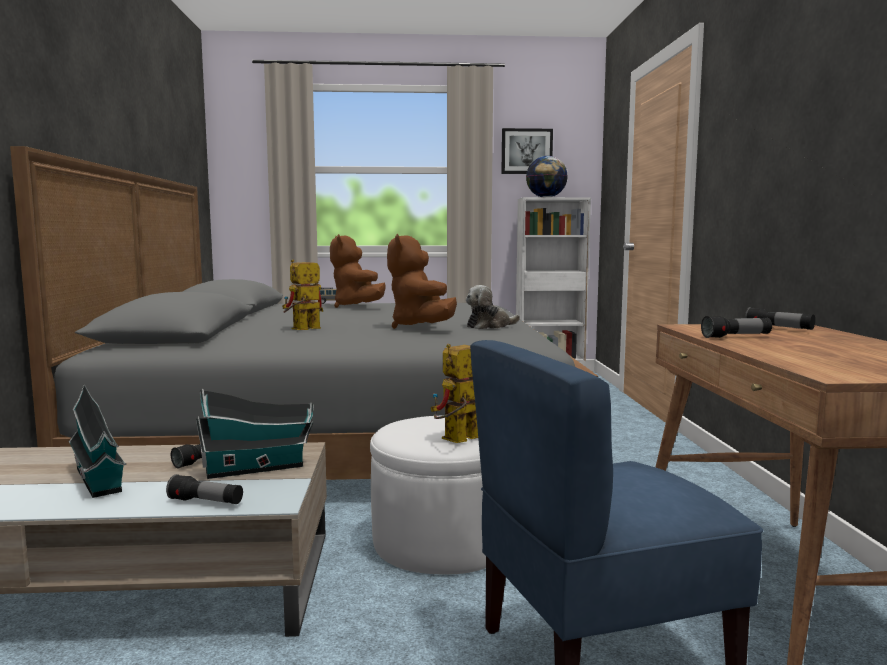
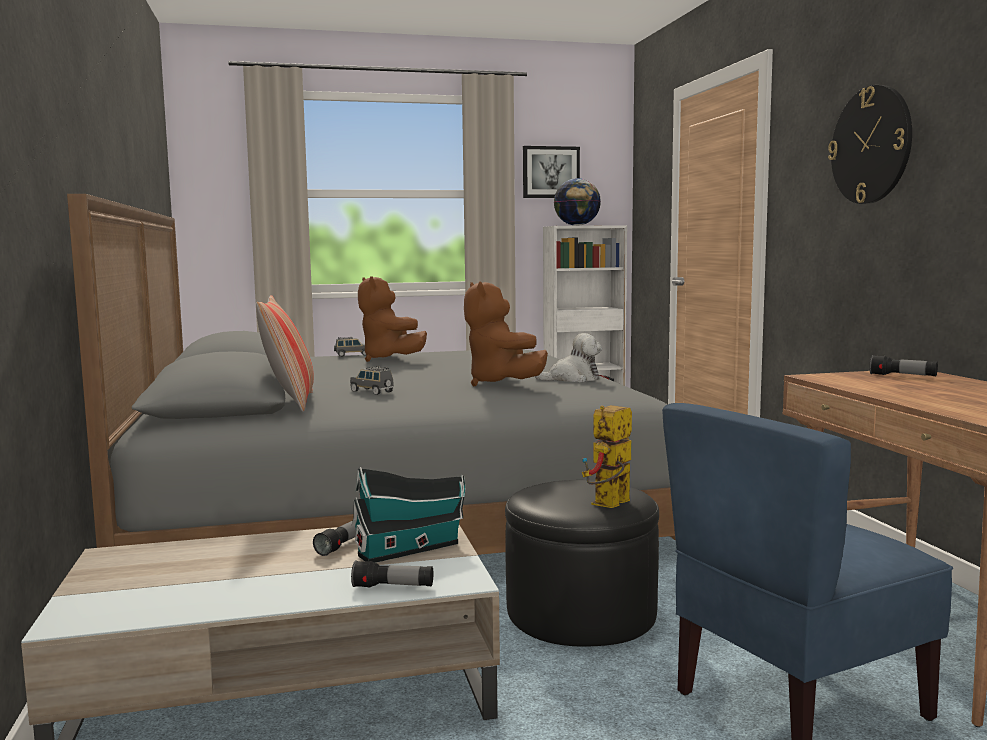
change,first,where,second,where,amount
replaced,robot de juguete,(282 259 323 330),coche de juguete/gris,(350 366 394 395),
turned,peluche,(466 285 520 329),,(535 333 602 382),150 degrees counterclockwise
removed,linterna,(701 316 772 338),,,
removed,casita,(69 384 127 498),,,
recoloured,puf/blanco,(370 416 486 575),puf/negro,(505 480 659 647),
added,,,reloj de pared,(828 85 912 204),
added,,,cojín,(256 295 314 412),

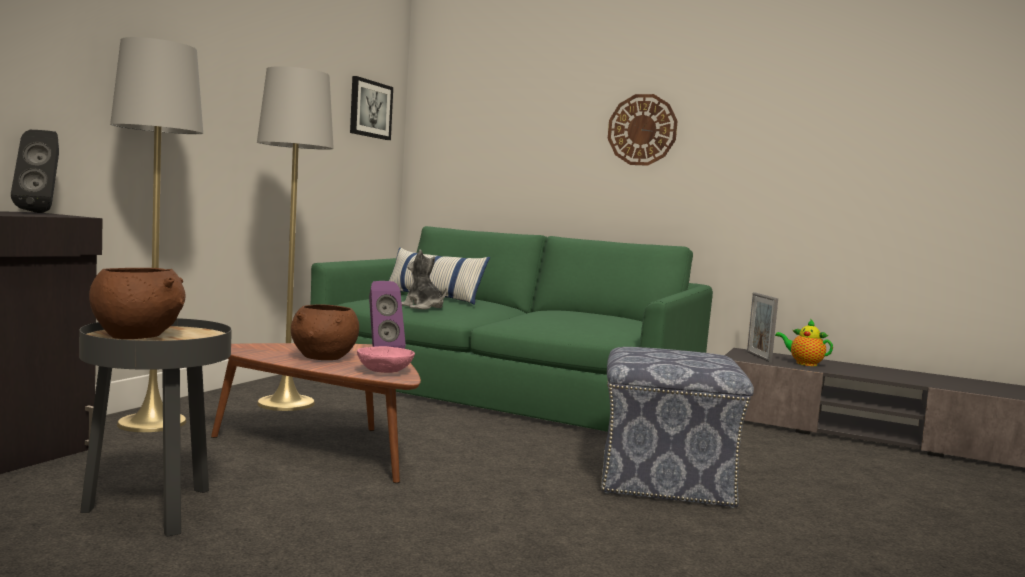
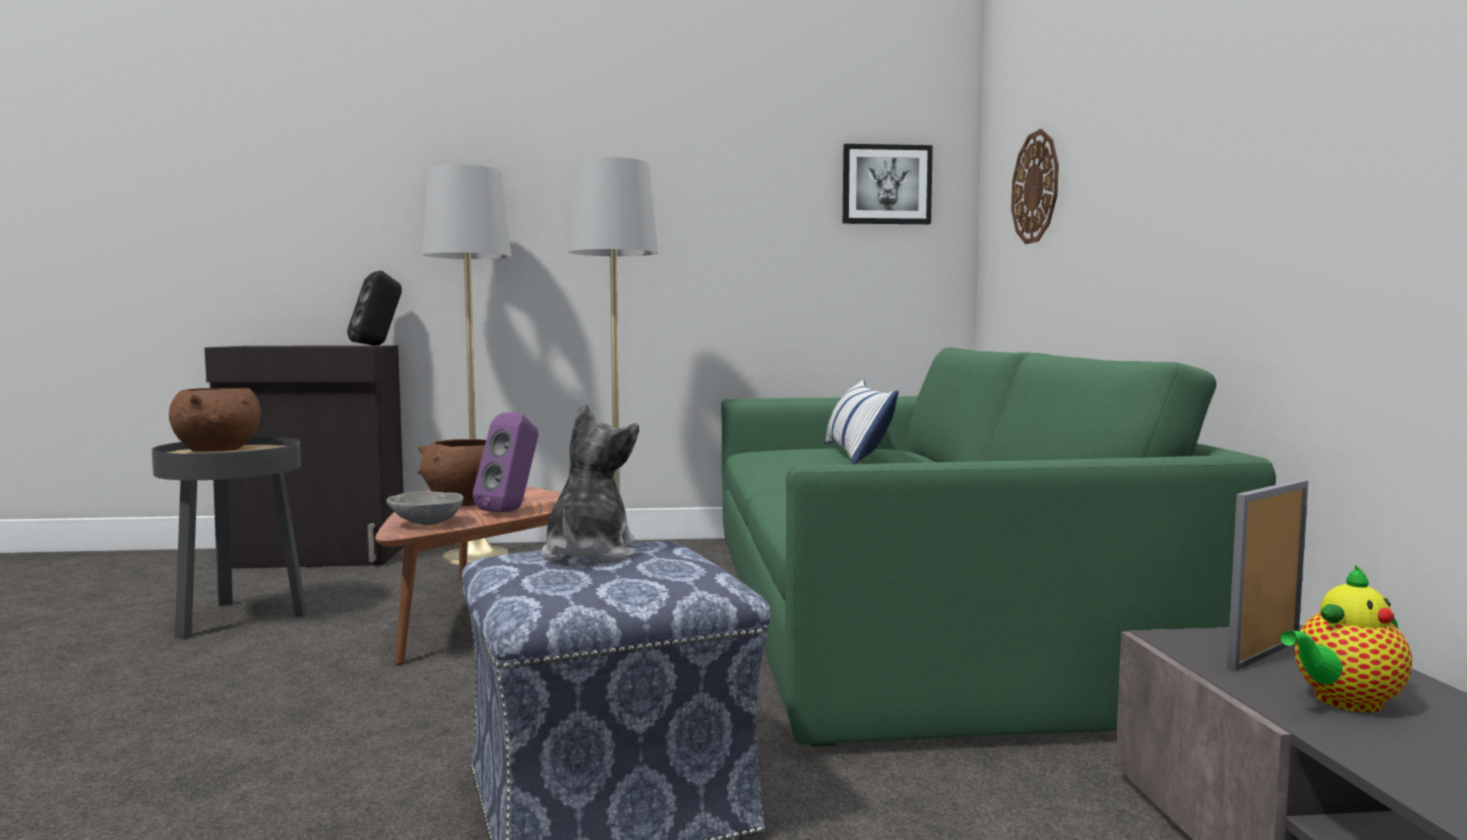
change,first,where,second,where,amount
moved,reloj de pared,(608 94 678 166),,(1011 129 1059 244),
moved,peluche,(402 249 447 309),,(541 403 639 563),
turned,tetera,(775 320 833 366),,(1280 565 1412 712),120 degrees counterclockwise
recoloured,cuenco/rosa,(357 346 415 373),cuenco/gris,(387 491 464 526),

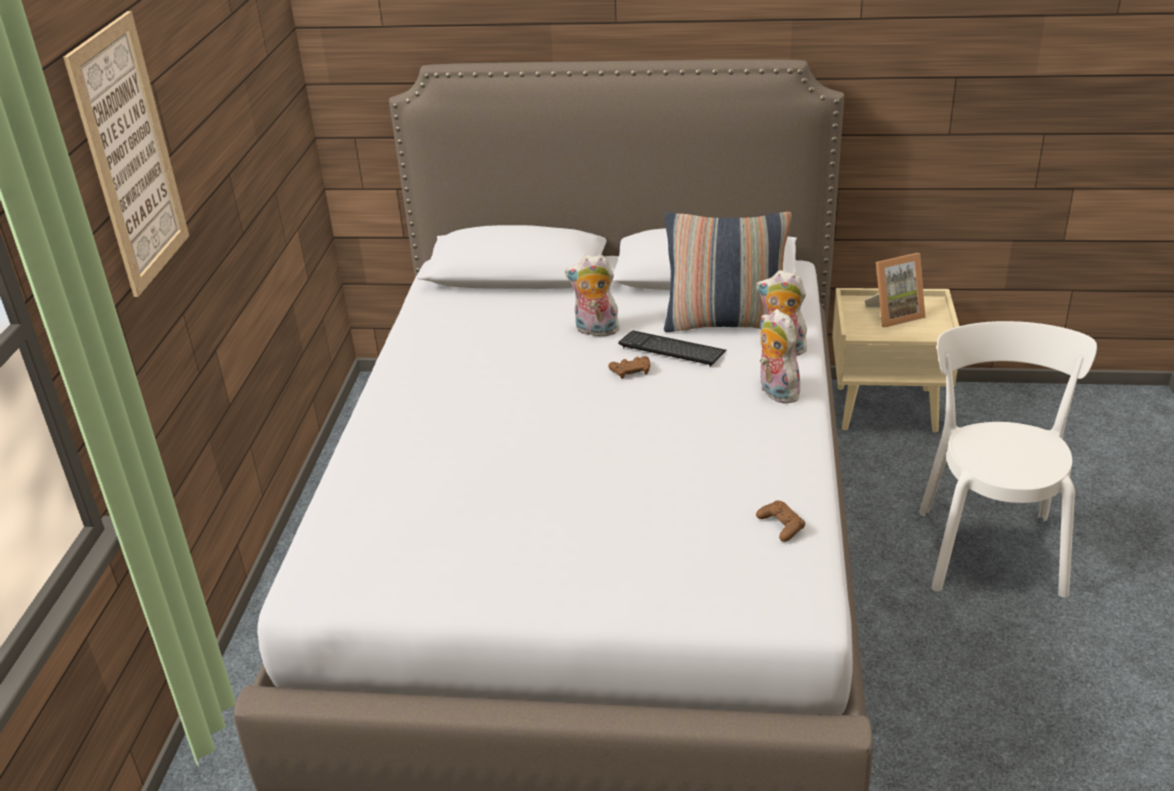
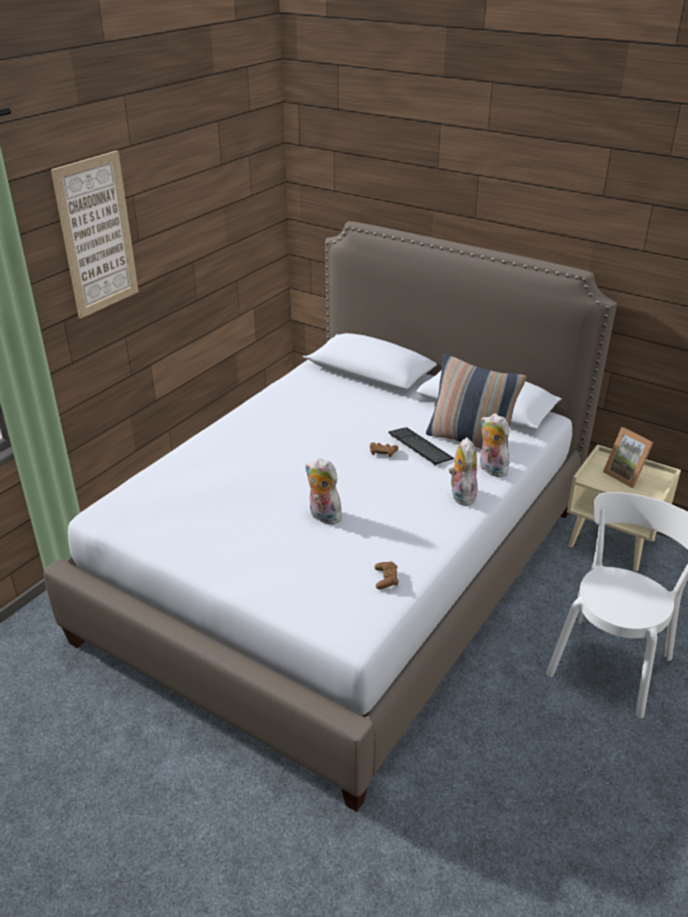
change,first,where,second,where,amount
turned,portarretratos,(865 253 926 328),,(603 427 654 488),45 degrees clockwise
moved,peluche,(565 254 619 336),,(305 458 342 524),

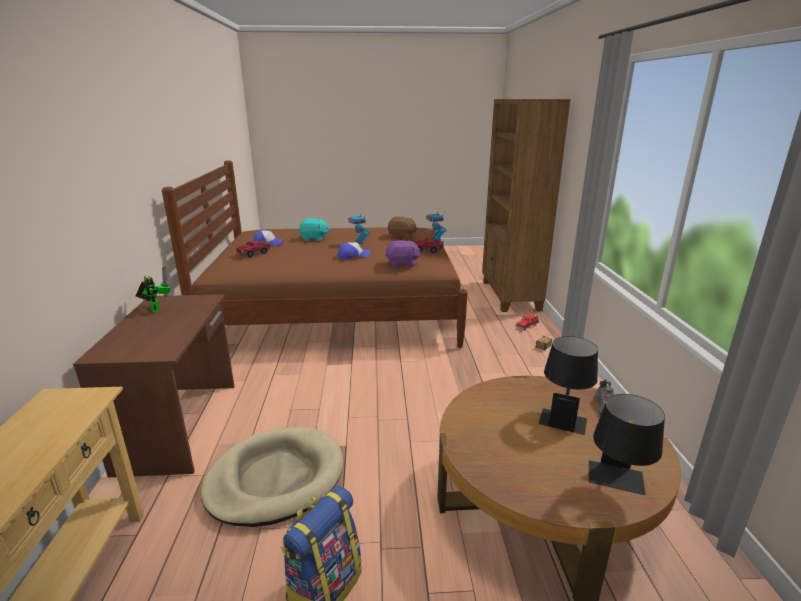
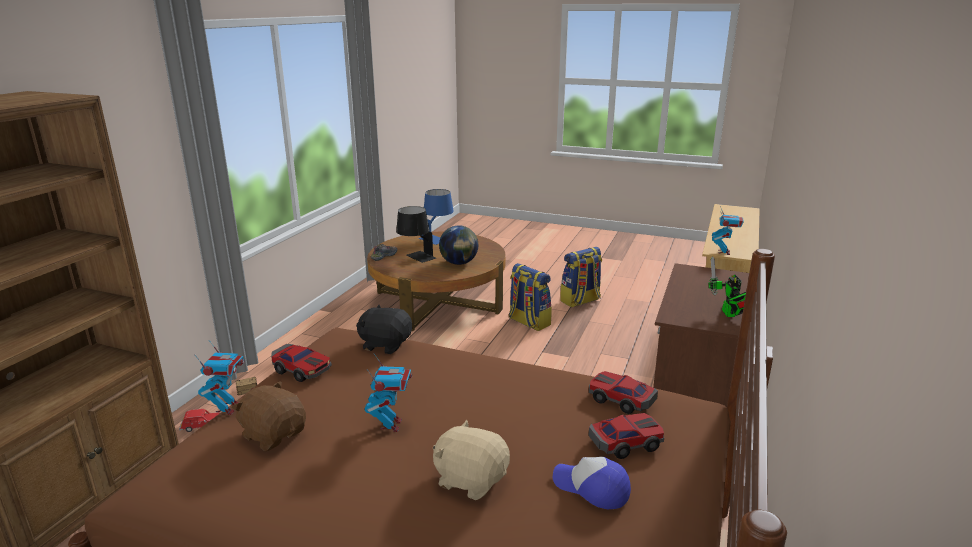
change,first,where,second,where,amount
recoloured,peluche/turquesa,(299 218 330 241),peluche/beis,(433 420 510 500),
recoloured,peluche/morado,(385 240 422 268),peluche/negro,(356 305 412 354),
removed,gorra,(338 242 370 259),,,
recoloured,lámpara de mesa/negro,(589 394 665 495),lámpara de mesa/azul,(419 189 454 245),
removed,cama para perro/beis,(201 427 343 527),,,
added,,,robot de juguete,(712 206 744 255),
added,,,globo terráqueo,(439 225 478 265),
added,,,mochila,(509 263 552 331),
added,,,coche de juguete,(589 371 658 414),

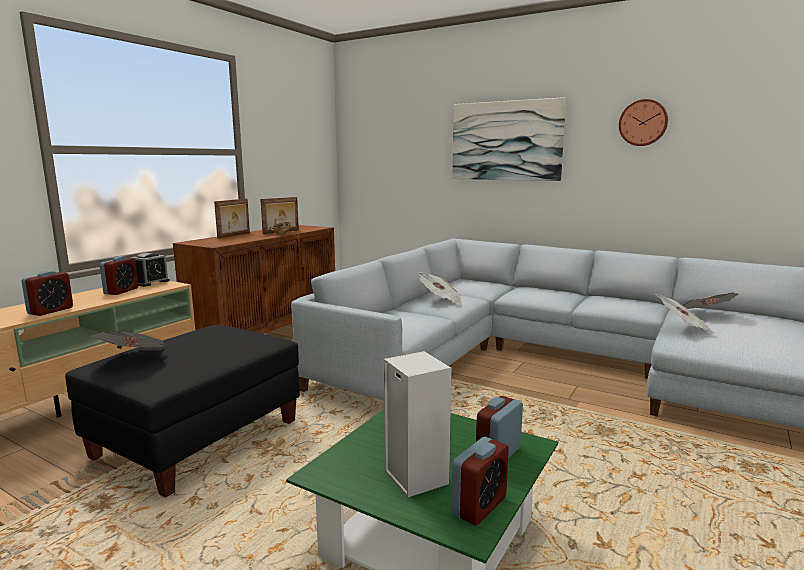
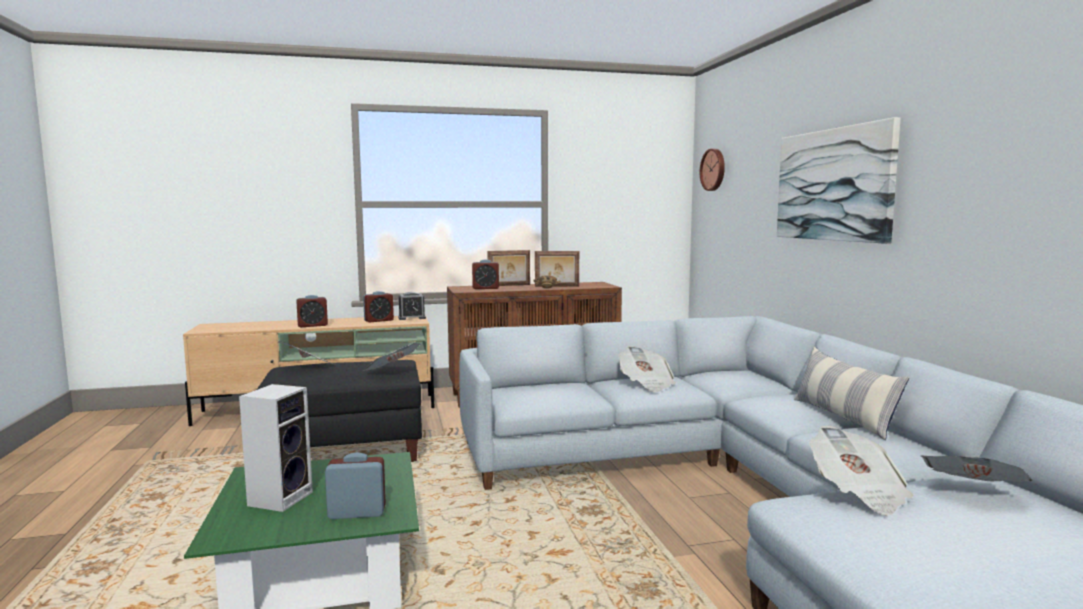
change,first,where,second,where,amount
moved,reloj de pared,(619 99 668 146),,(699 149 725 191),
moved,despertador,(451 437 509 525),,(472 259 499 289),
added,,,periódico,(363 343 421 371),
added,,,cojín,(794 347 909 440),

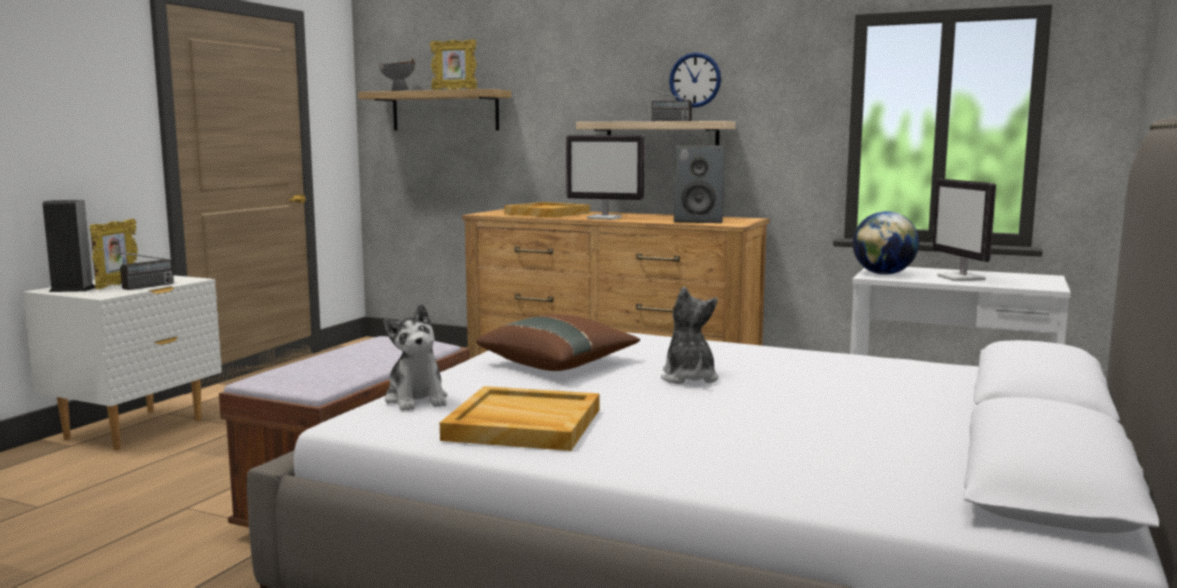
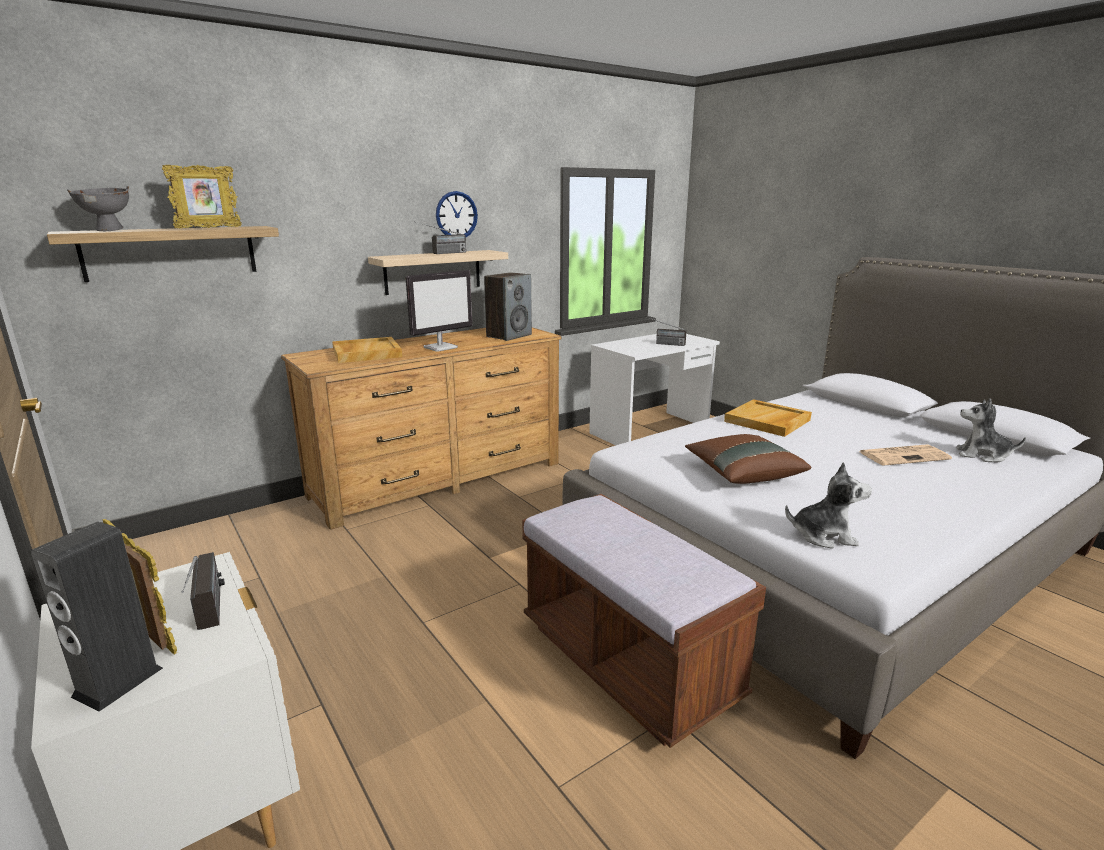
change,first,where,second,where,amount
replaced,monitor,(932 179 996 281),radio,(649 318 686 346),
removed,globo terráqueo,(853 211 919 275),,,
moved,peluche,(661 286 718 384),,(956 398 1026 462),
moved,bandeja/beis,(440 386 600 451),,(724 399 812 437),
added,,,periódico,(860 444 952 466),

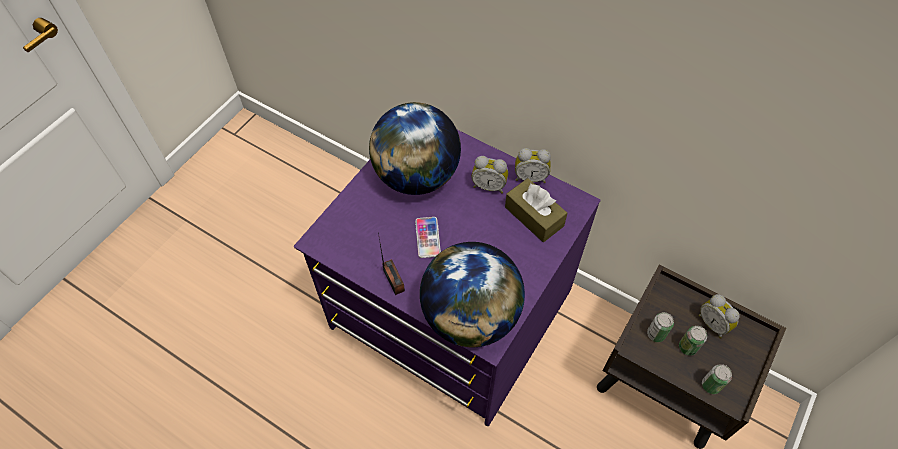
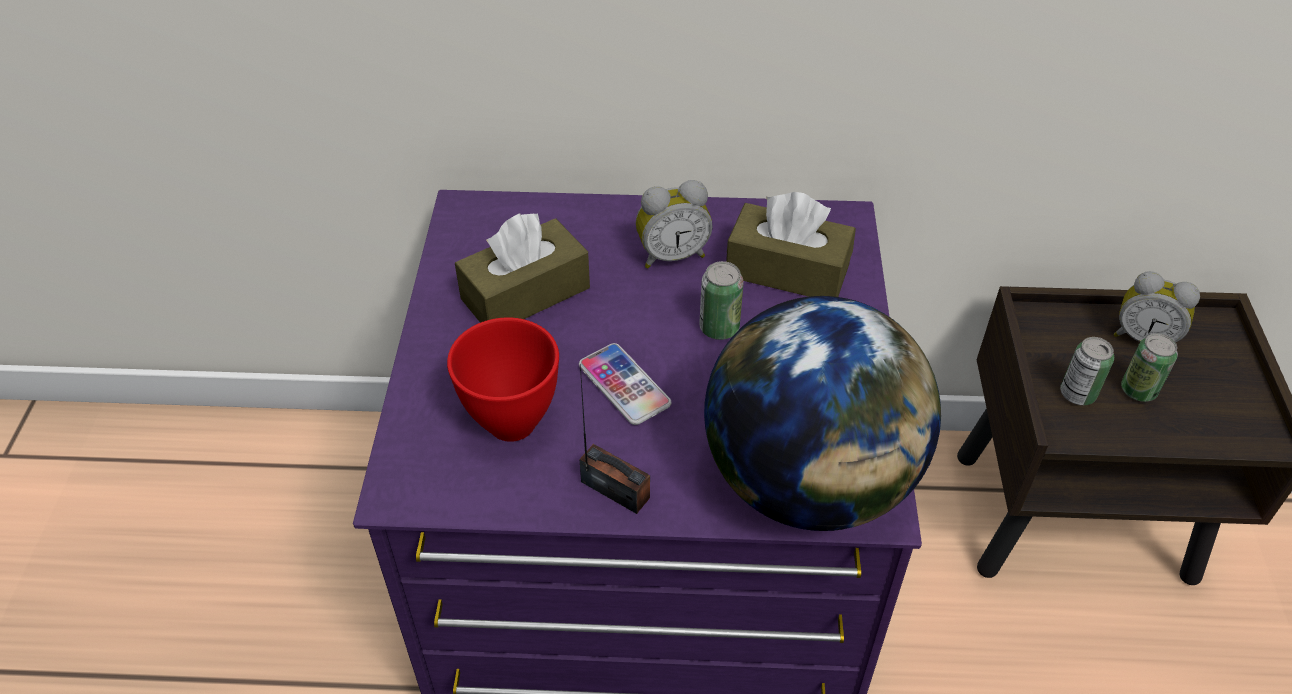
change,first,where,second,where,amount
replaced,globo terráqueo,(369 102 461 195),caja de pañuelos/marrón,(455 213 590 323),
removed,despertador,(515 148 551 183),,,
moved,lata,(702 364 732 394),,(699 261 744 340),
added,,,cuenco/rojo,(447 317 559 442),

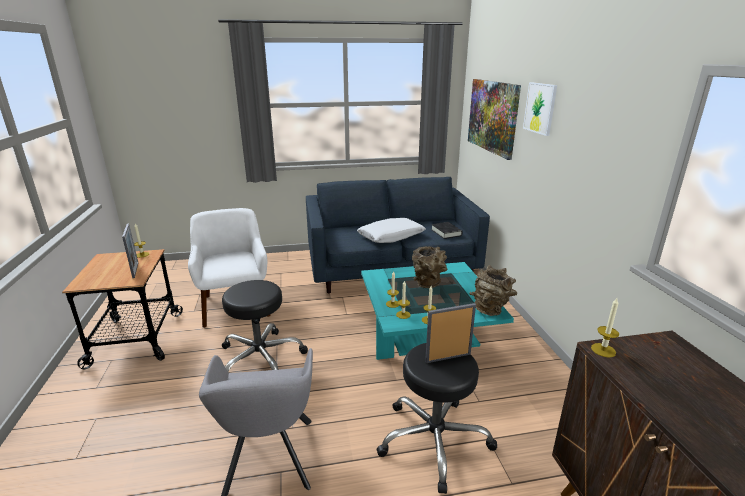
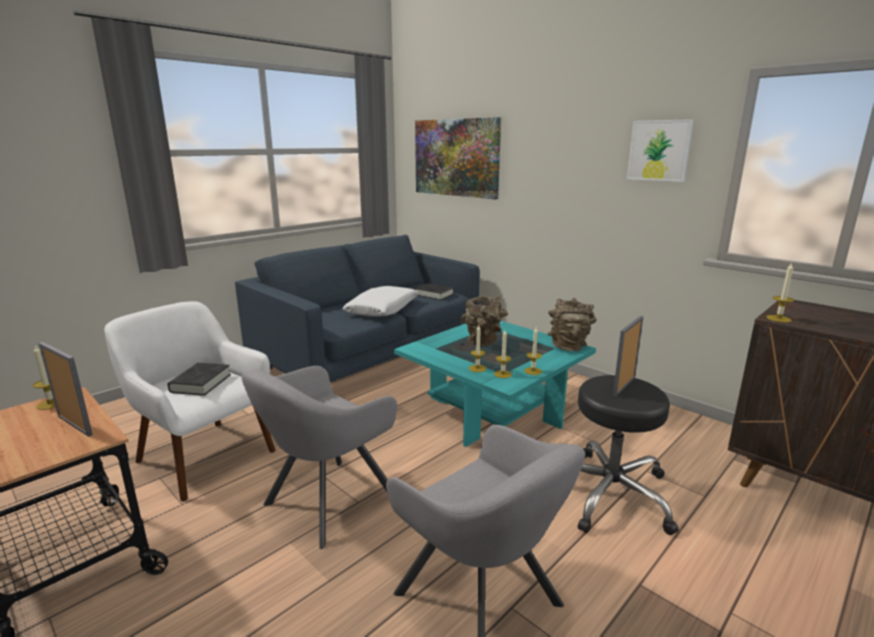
change,first,where,second,where,amount
moved,cuadro,(523 82 557 136),,(627 119 693 182),
replaced,taburete/negro,(222 280 308 371),sillón/gris,(242 366 397 549),
added,,,libro/negro,(168 363 231 396),

